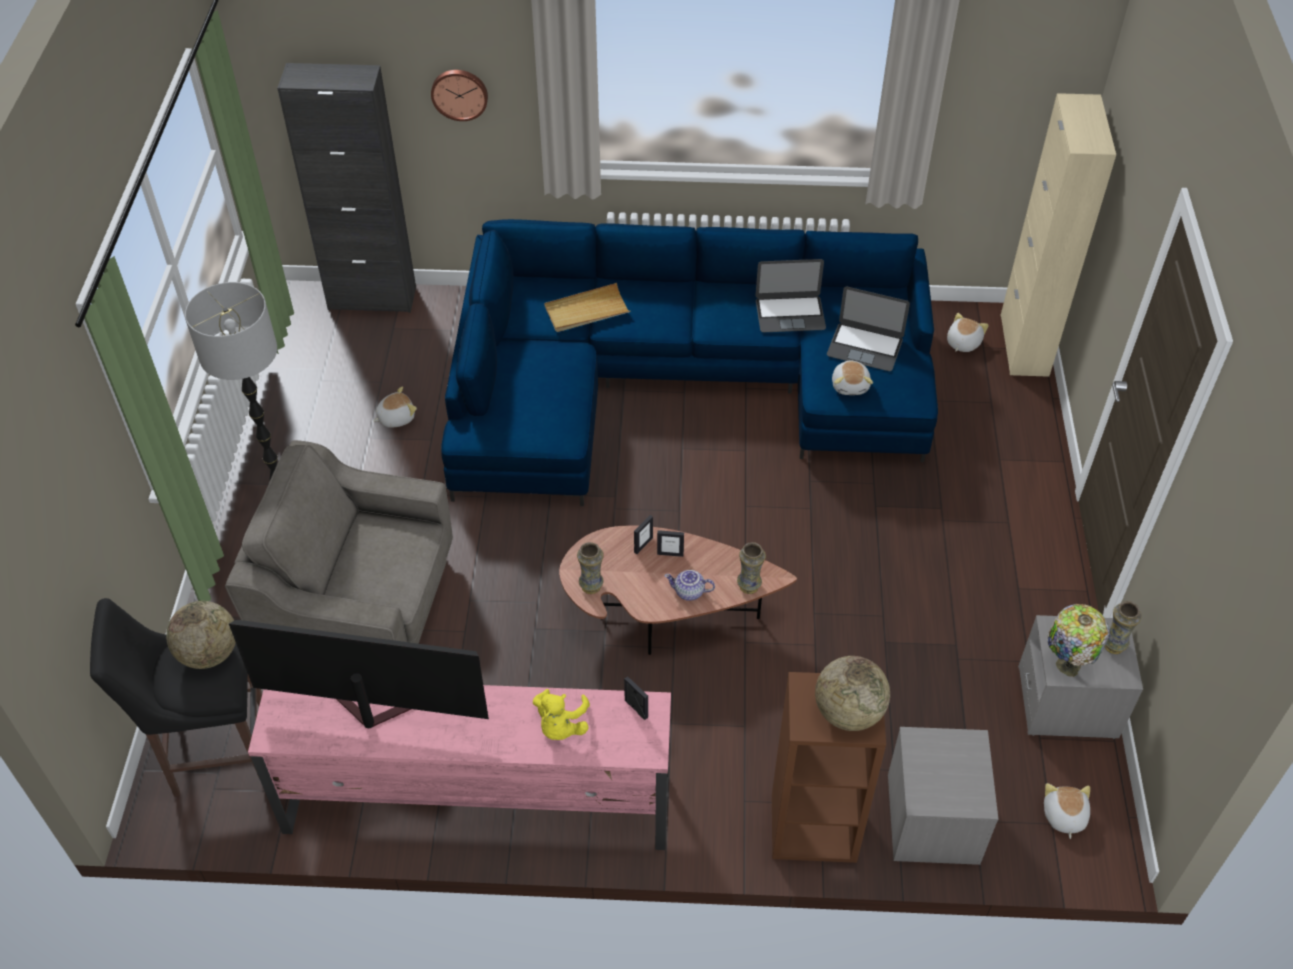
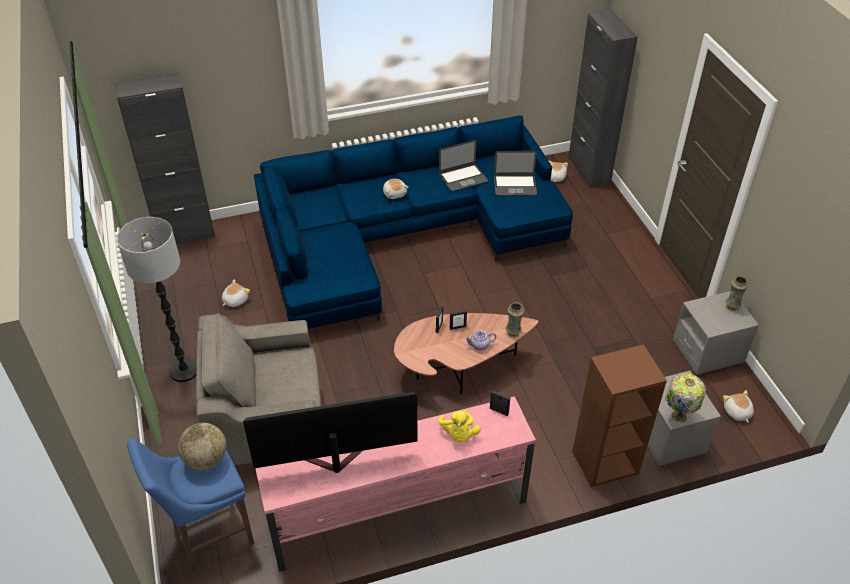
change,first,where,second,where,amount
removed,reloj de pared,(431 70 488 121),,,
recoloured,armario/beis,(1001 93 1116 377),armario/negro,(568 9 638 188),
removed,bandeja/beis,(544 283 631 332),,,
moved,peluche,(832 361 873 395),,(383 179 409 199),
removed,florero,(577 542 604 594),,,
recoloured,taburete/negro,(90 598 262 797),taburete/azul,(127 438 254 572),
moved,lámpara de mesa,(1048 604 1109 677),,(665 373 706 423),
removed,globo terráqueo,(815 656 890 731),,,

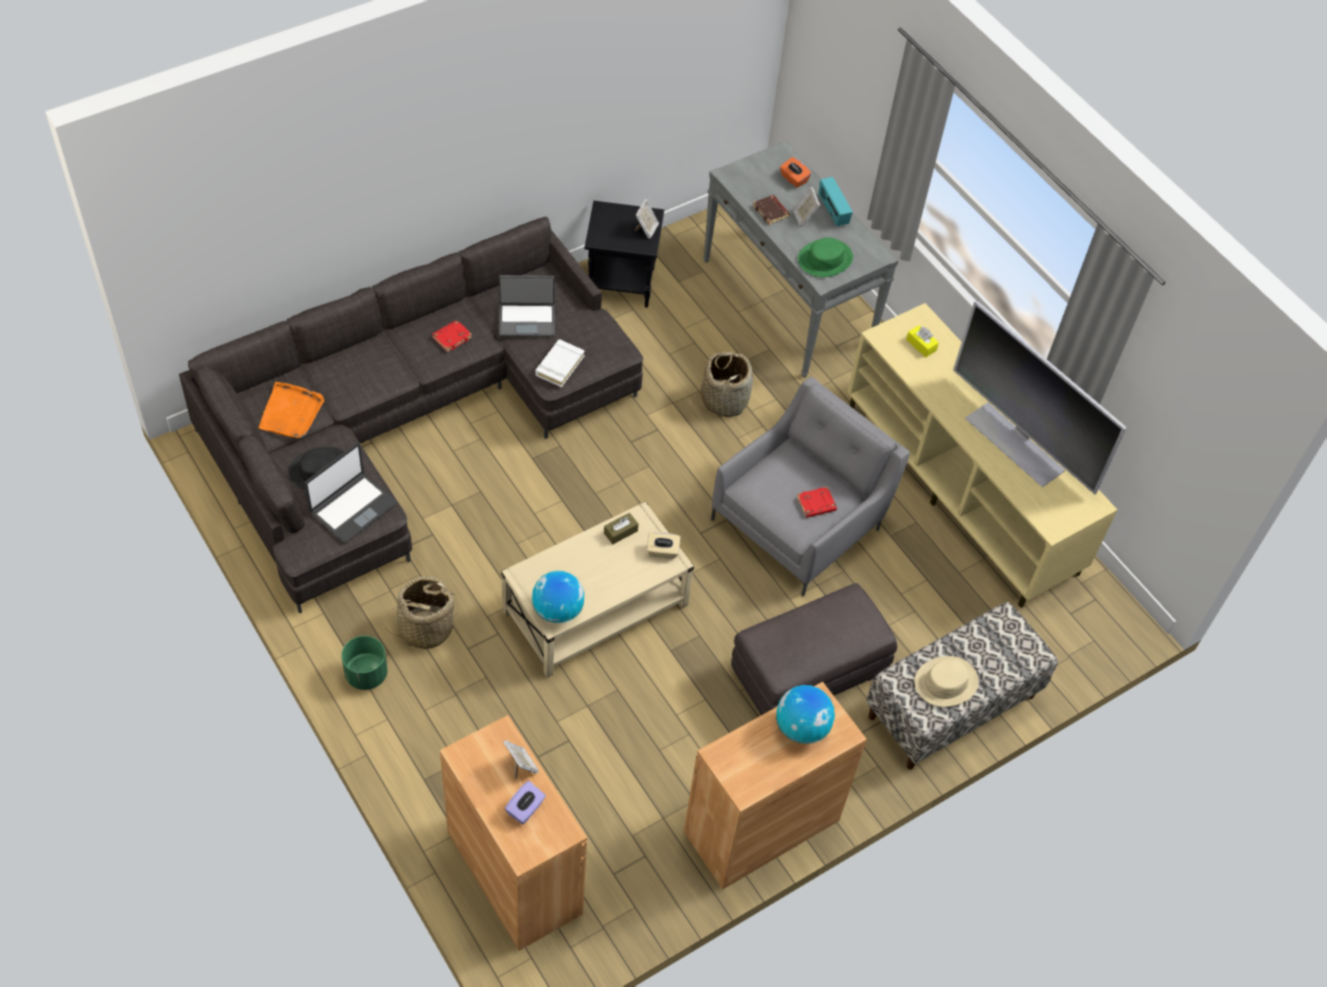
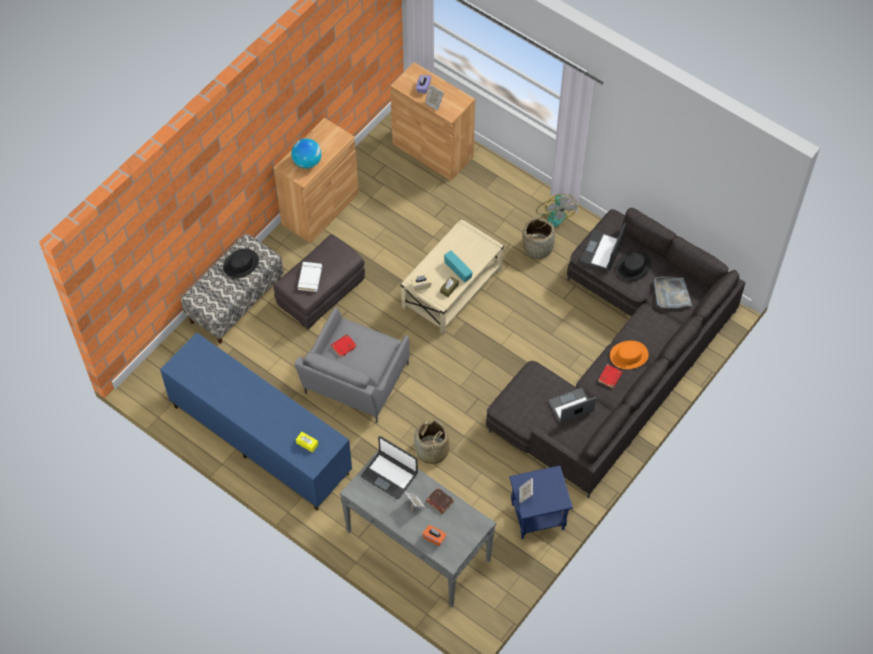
change,first,where,second,where,amount
moved,radio,(819 177 853 227),,(444 250 473 282),
recoloured,mesa auxiliar/negro,(584 201 664 308),mesa auxiliar/azul,(509 465 573 539),
replaced,sombrero/verde,(798 237 853 277),portátil,(361 436 418 499),
removed,televisor,(953 301 1127 495),,,
recoloured,mueble de televisión/beis,(847 303 1117 608),mueble de televisión/azul,(160 332 352 510),
moved,libro/blanco,(536 339 585 387),,(298 262 322 292),
recoloured,bandeja/naranja,(259 382 324 438),bandeja/gris,(654 277 692 308),
removed,globo terráqueo,(532 571 584 623),,,
replaced,maceta/verde,(341 636 388 690),ventilador,(536 194 578 227),
recoloured,sombrero/beis,(914 656 979 707),sombrero/negro,(223 248 259 278),
added,,,sombrero/naranja,(610 341 649 369),

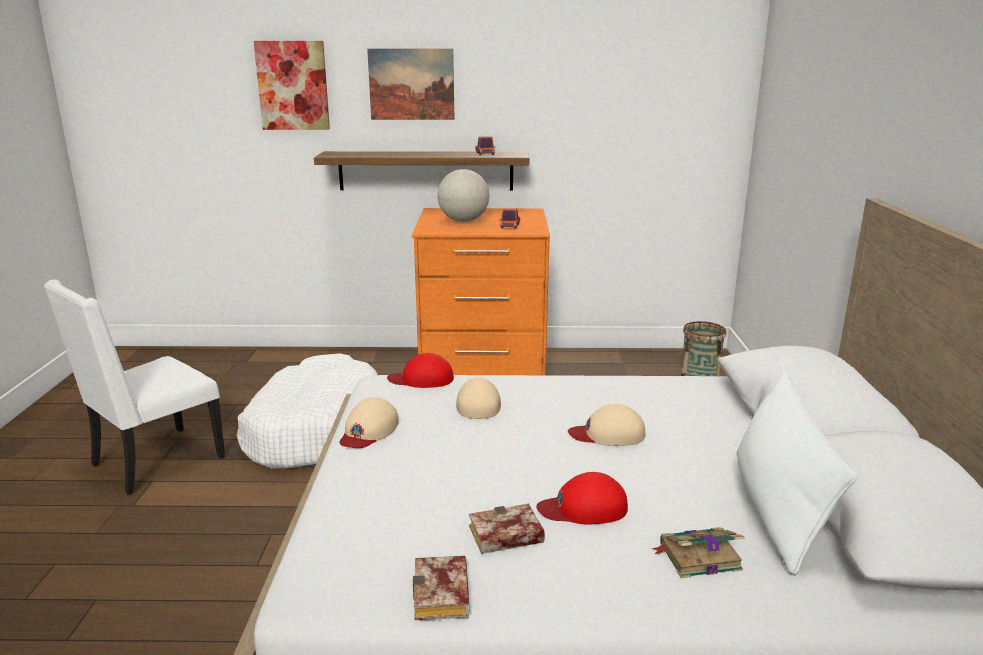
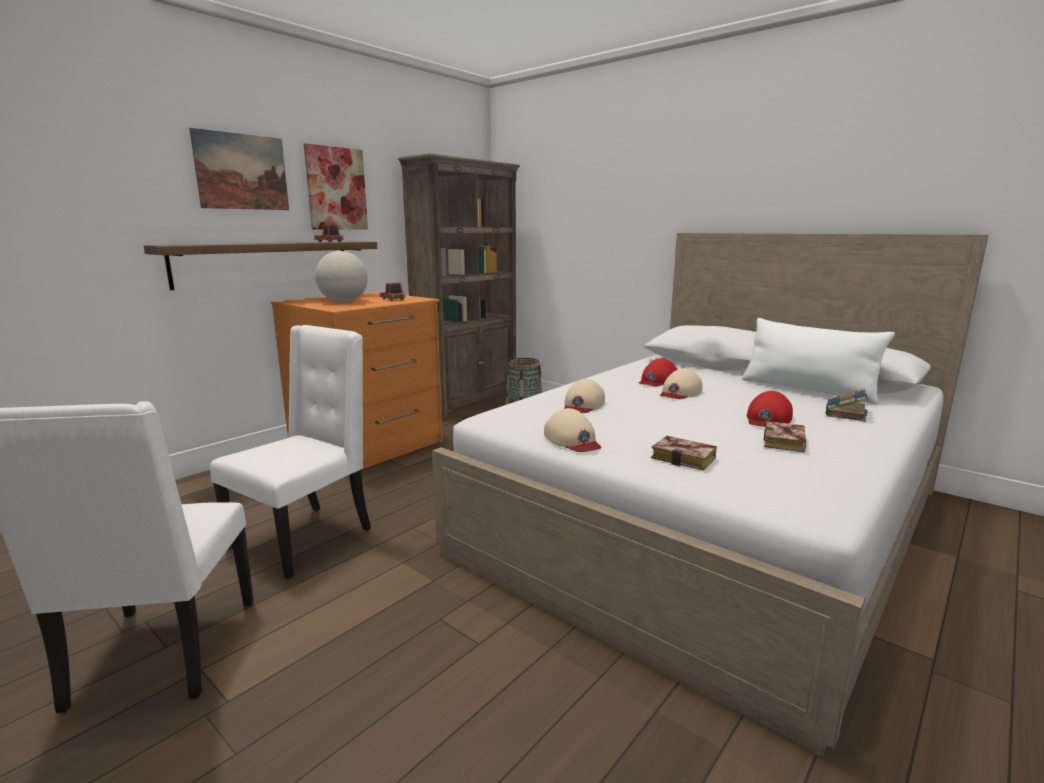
change,first,where,second,where,amount
moved,cuadro,(254 41 330 130),,(304 143 368 229),
replaced,cama para perro/blanco,(237 353 378 469),silla/blanco,(210 325 371 579),
moved,gorra/rojo,(387 353 454 388),,(639 358 678 386),
turned,gorra/beis,(456 377 501 419),,(564 379 605 413),105 degrees counterclockwise
moved,libro,(413 556 470 620),,(651 436 717 470),
added,,,estantería/marrón,(398 153 520 421),

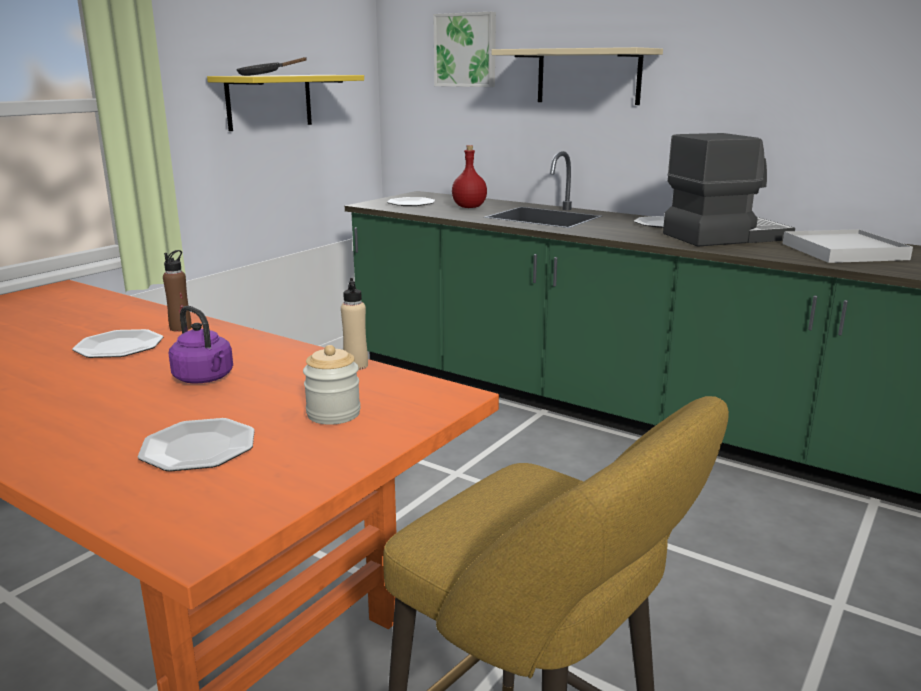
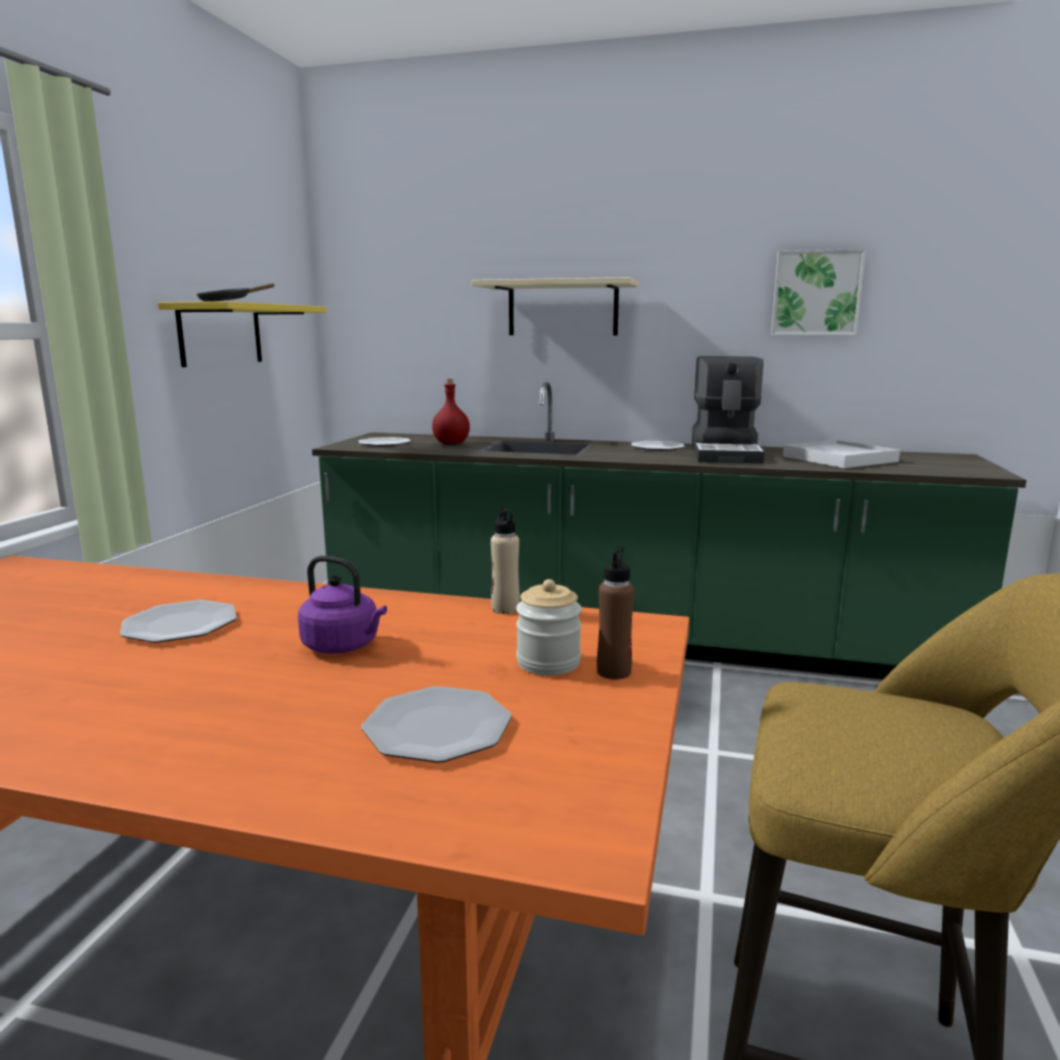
change,first,where,second,where,amount
moved,cuadro,(434 12 496 87),,(771 249 866 335),
turned,cafetera,(663 133 795 247),,(692 356 765 464),135 degrees clockwise
moved,botella/marrón,(163 250 192 332),,(597 546 634 680),

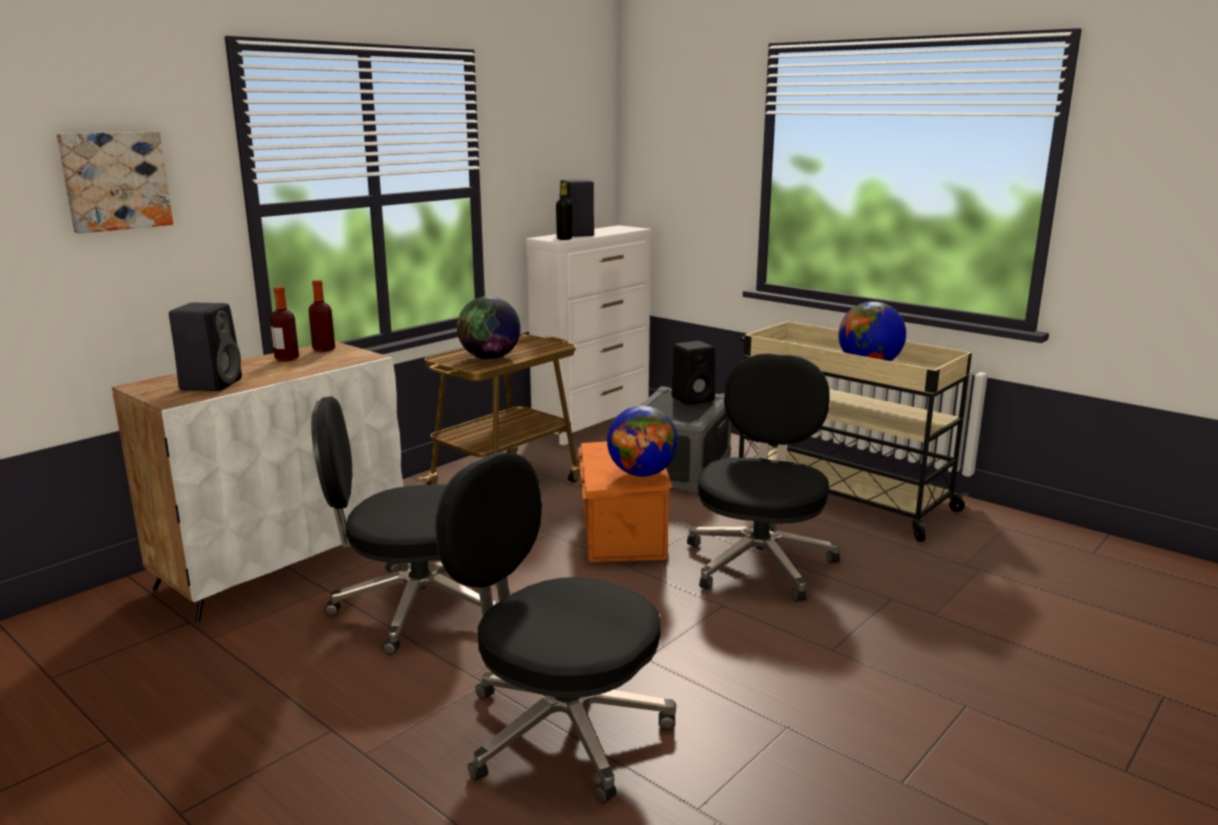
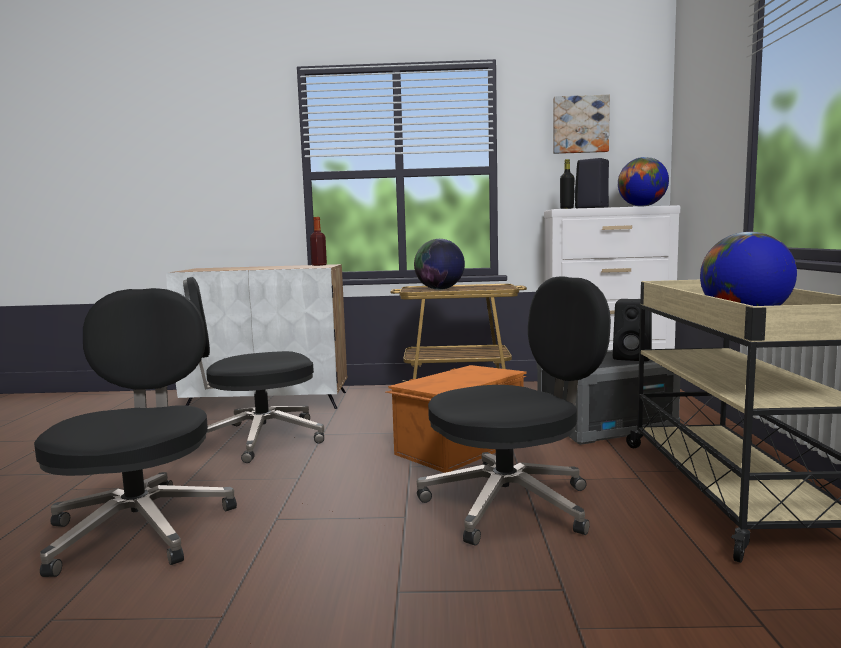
change,first,where,second,where,amount
moved,cuadro,(57 132 173 233),,(553 95 610 154),
removed,botella,(270 287 299 361),,,
removed,altavoz/negro,(169 303 242 391),,,
turned,silla de oficina/negro,(311 396 497 655),,(183 277 324 463),60 degrees counterclockwise
moved,globo terráqueo,(607 406 678 476),,(618 157 669 206),

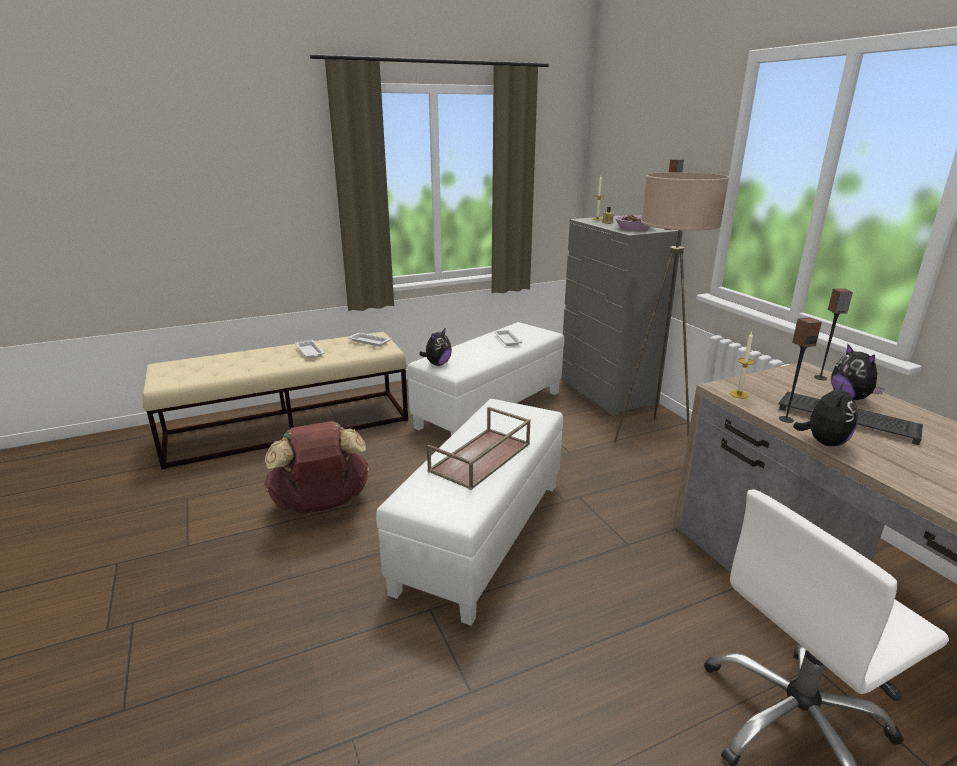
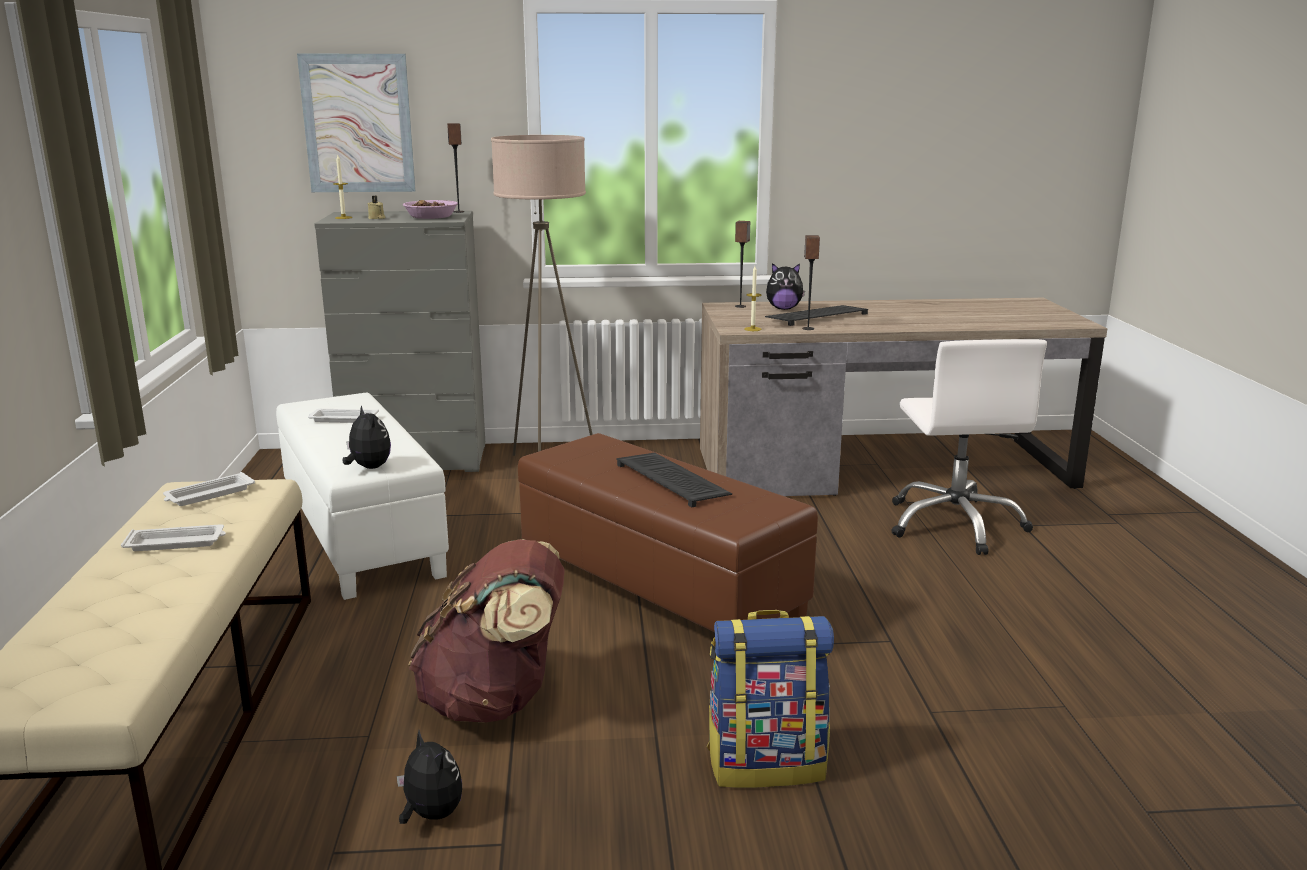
change,first,where,second,where,amount
moved,peluche,(793 381 858 446),,(396 730 462 824),
recoloured,puf/blanco,(376 399 563 626),puf/marrón,(518 433 818 632),
replaced,bandeja/marrón,(427 407 531 490),teclado,(616 453 732 507),
added,,,cuadro,(297 54 416 192),
added,,,mochila,(707 610 834 788),

